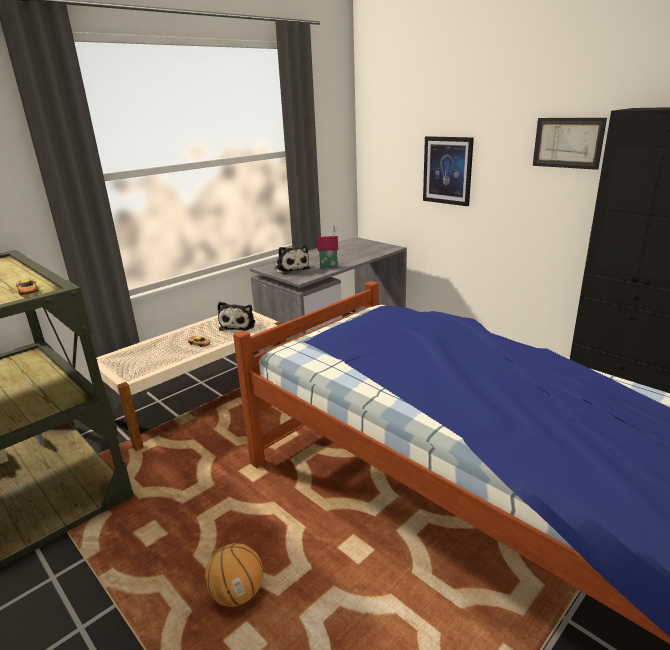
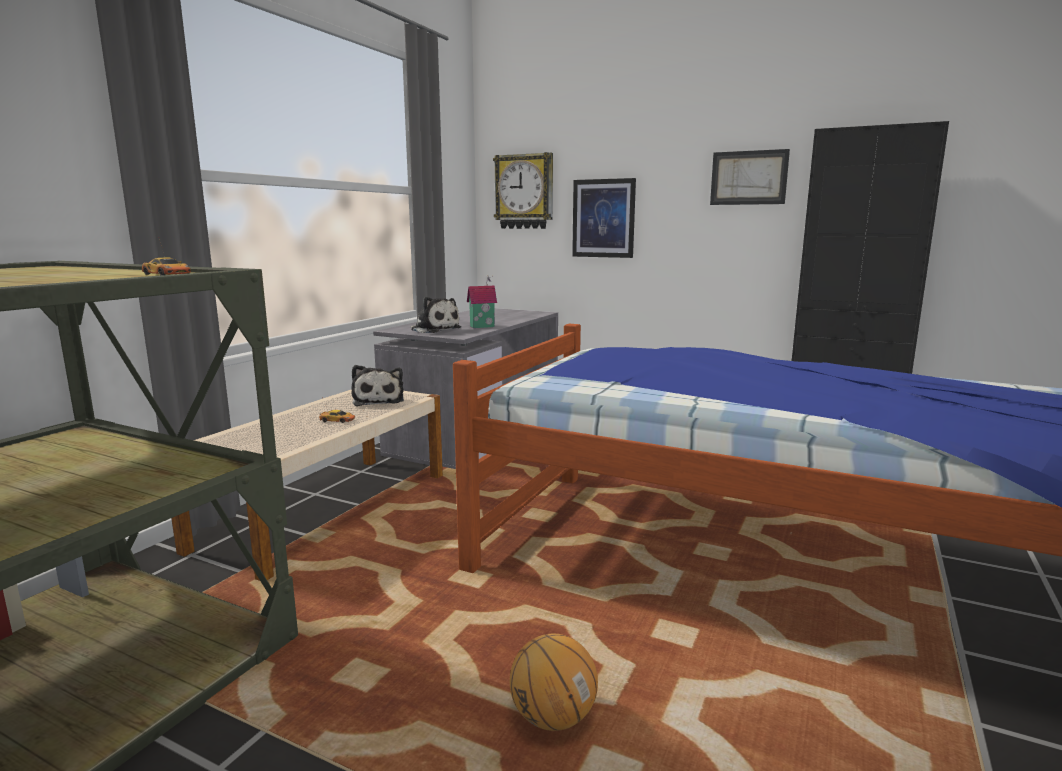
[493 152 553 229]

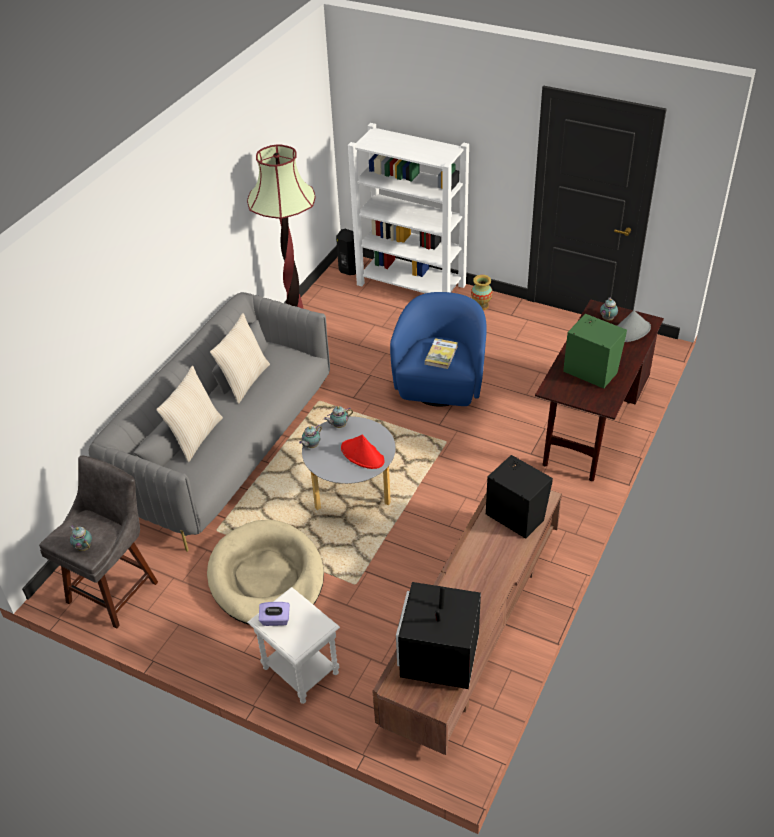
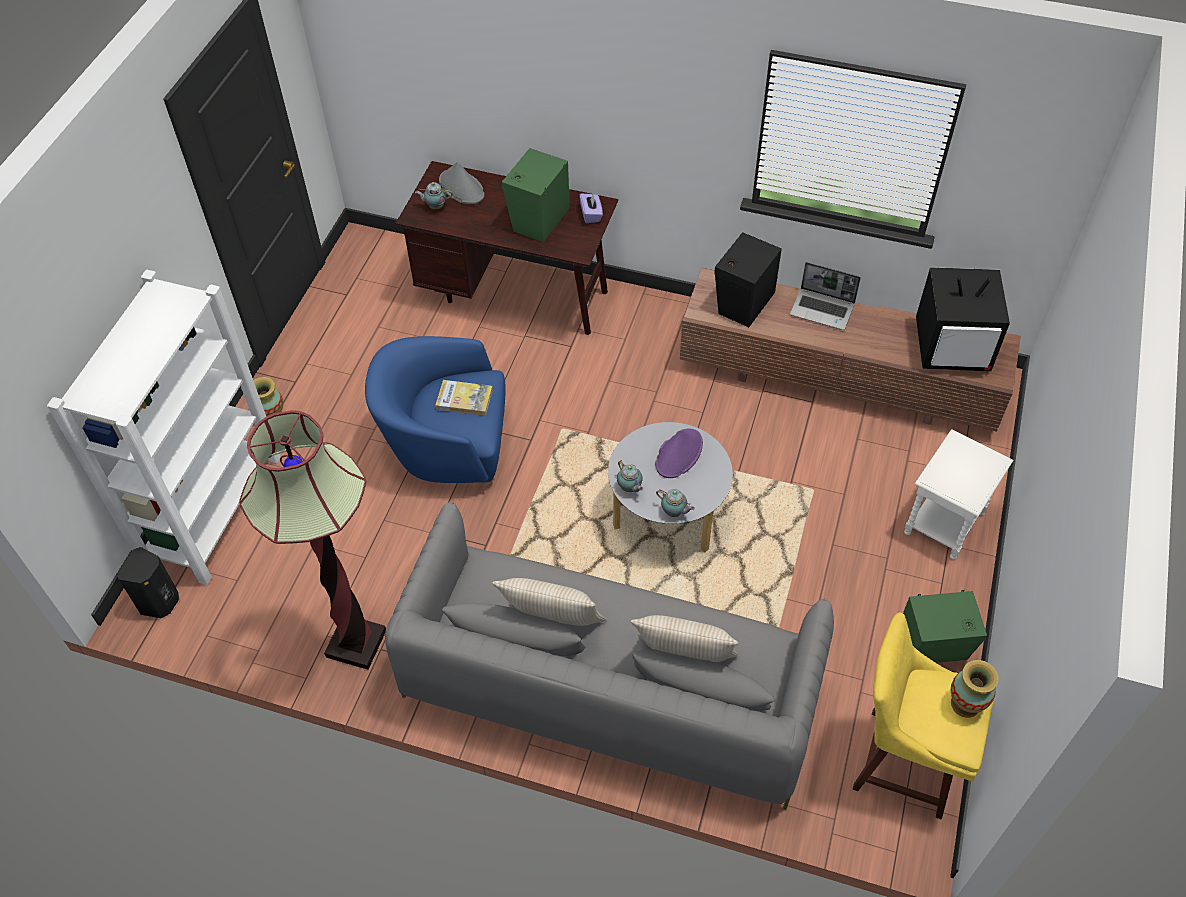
[579 192 603 223]
[655 429 703 478]
[790 262 861 330]
[853 612 996 820]
[903 590 987 663]
[951 660 999 718]
[207 520 324 625] (first image)

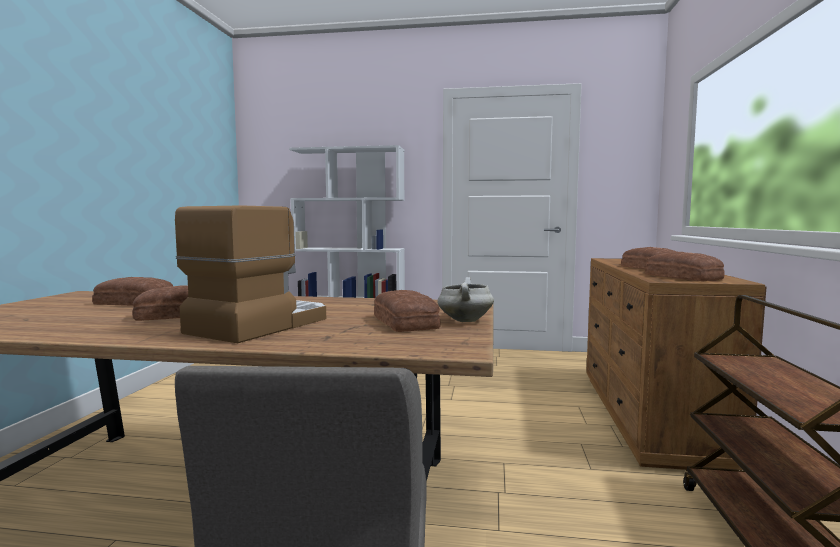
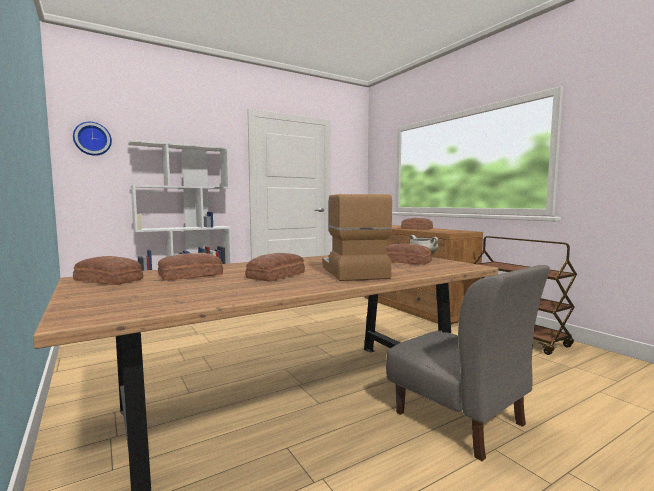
[73 122 112 156]
[73 256 143 285]

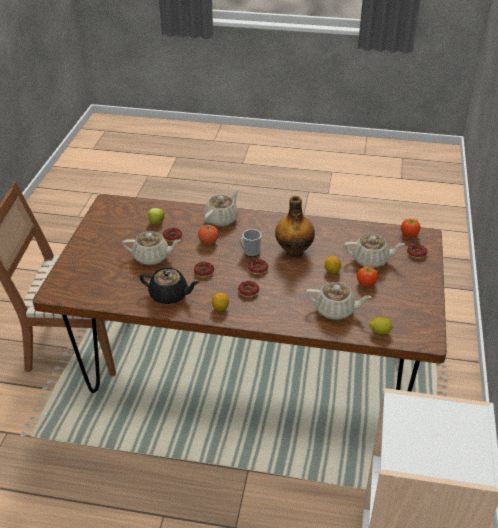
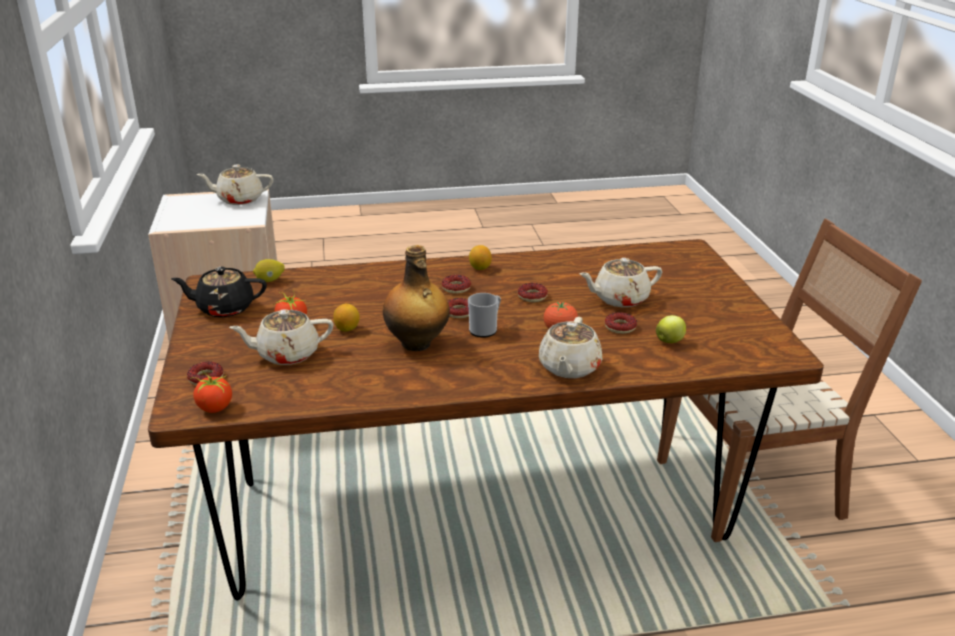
[171 267 267 317]
[197 165 274 205]

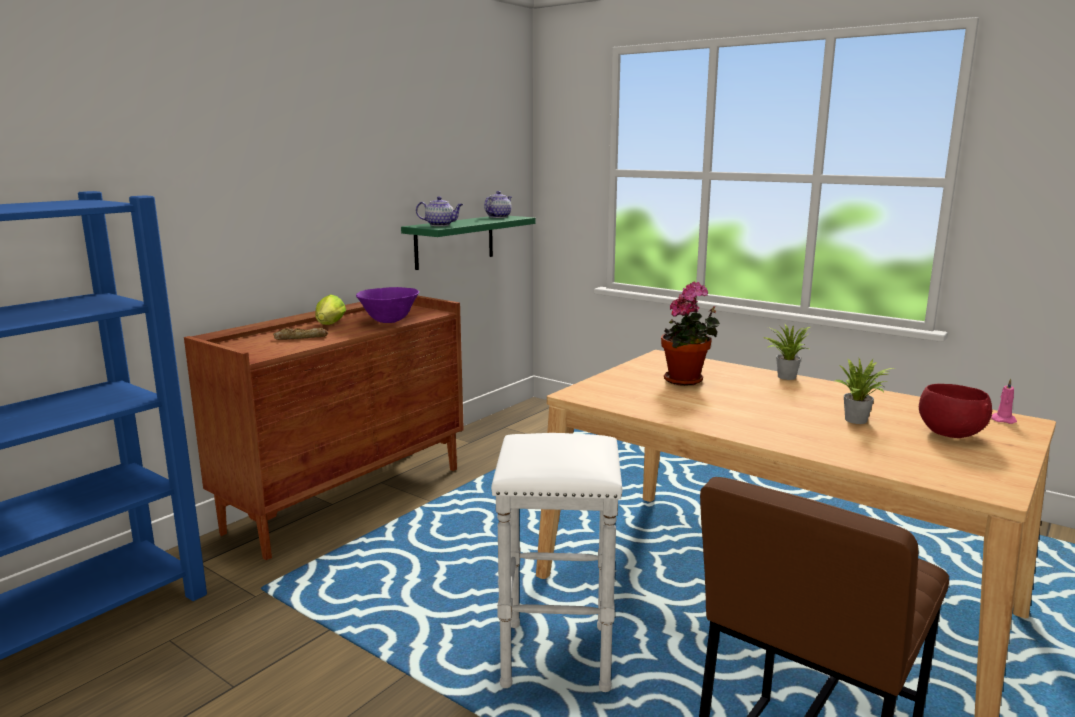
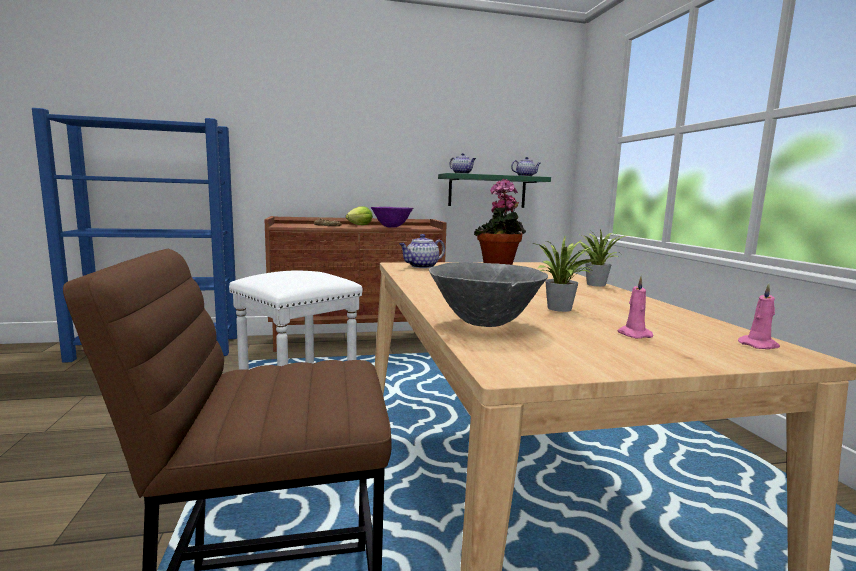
[399 234 445 268]
[429 262 548 327]
[617 276 653 339]

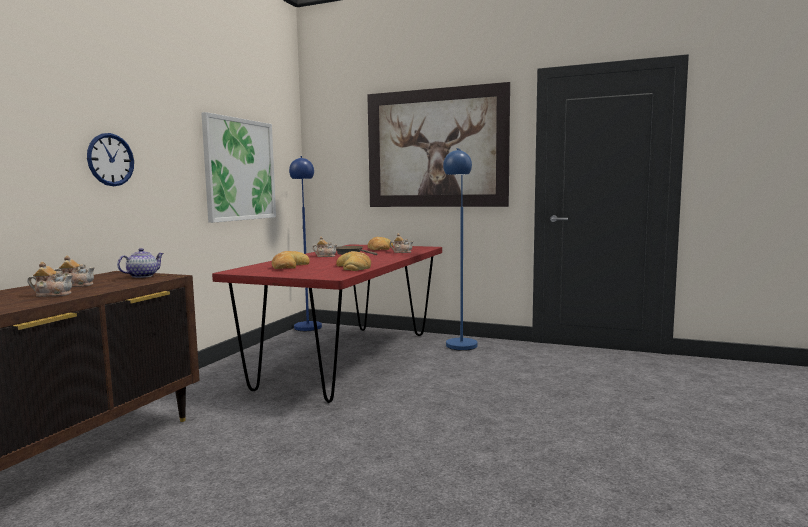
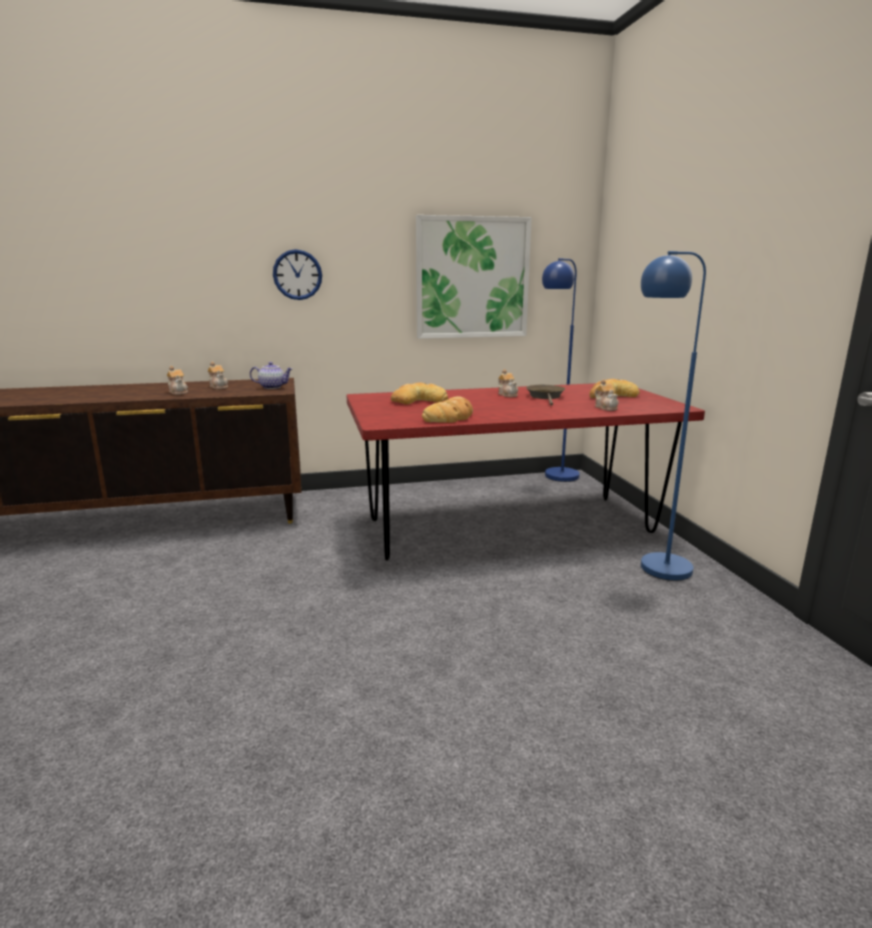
[367 82 510 207] (first image)

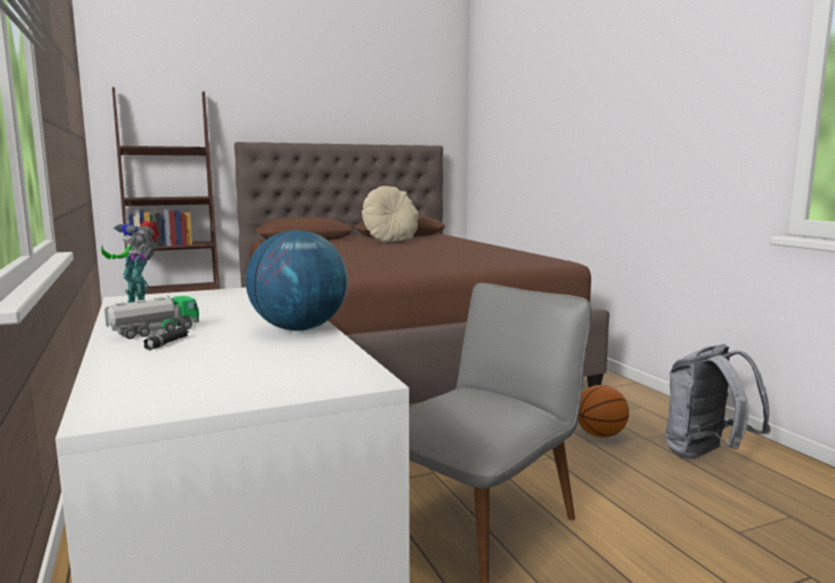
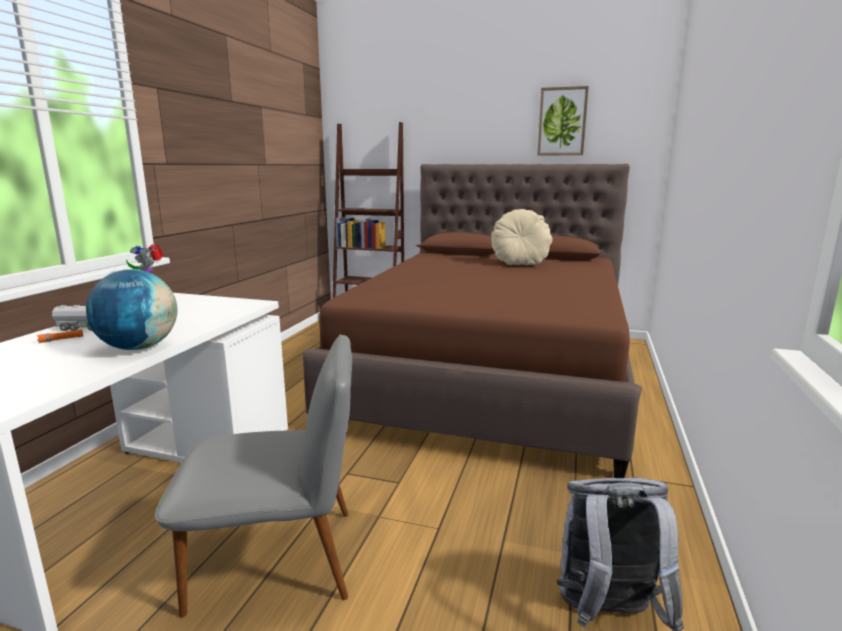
[37 329 83 343]
[538 86 589 156]
[578 385 629 437] (first image)

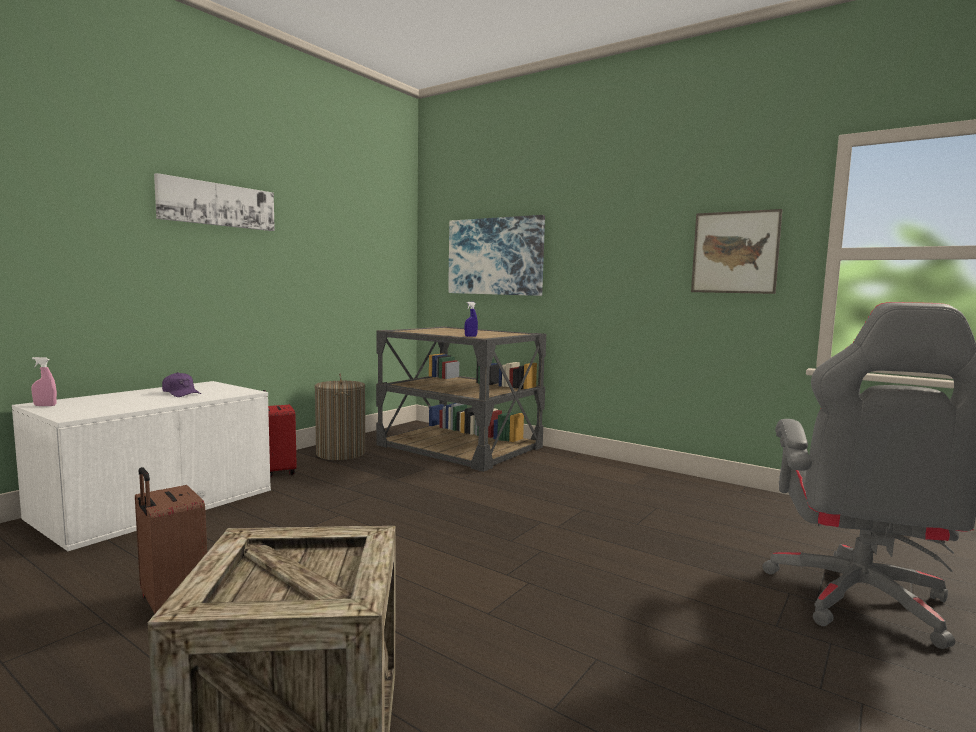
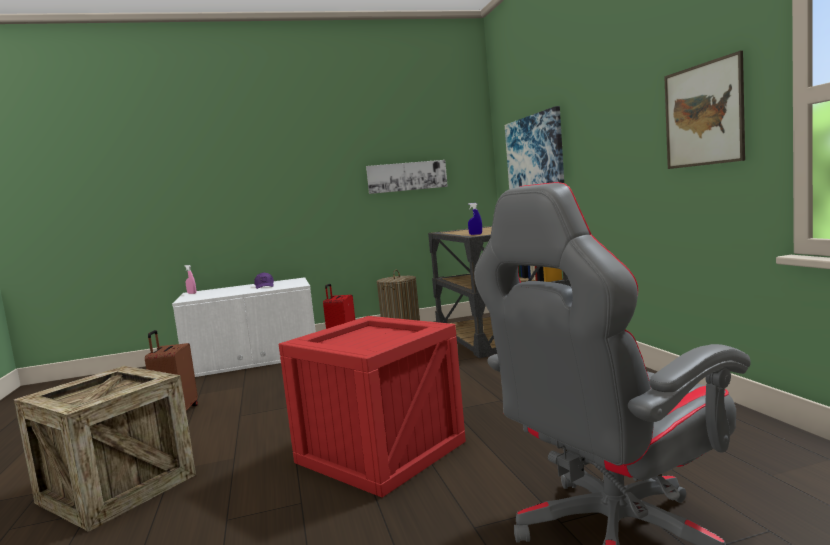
[279 316 466 497]
[366 160 448 194]

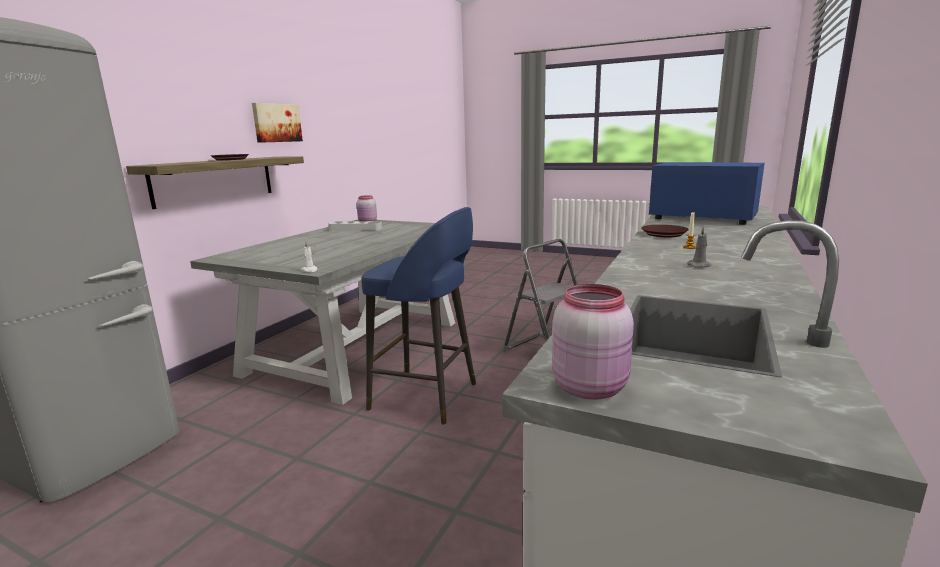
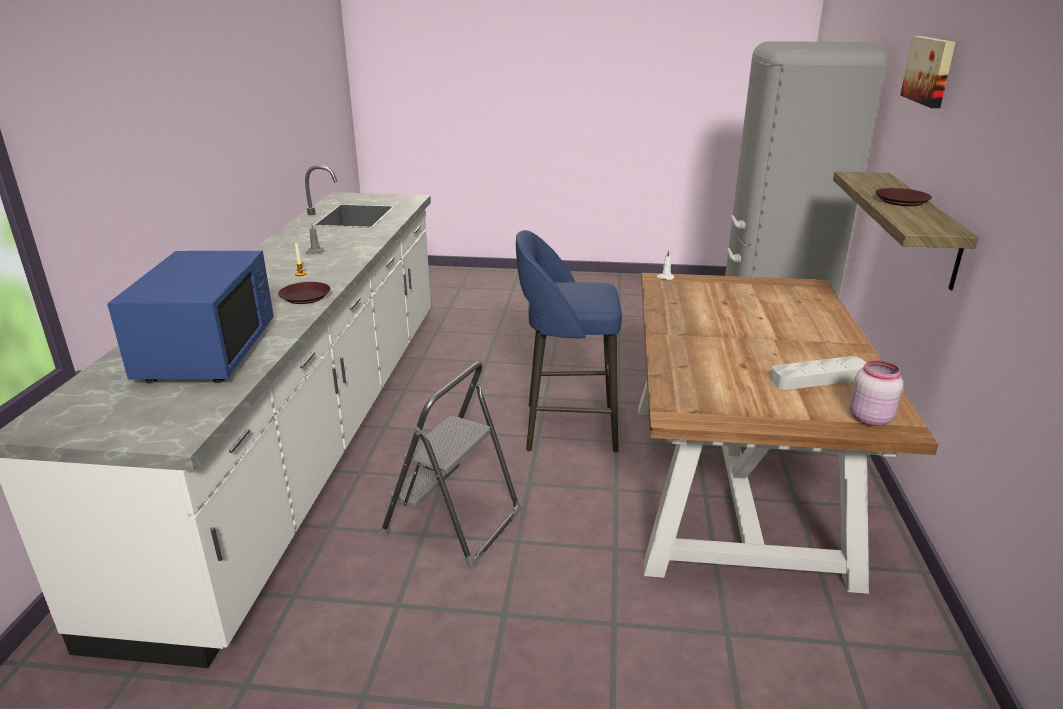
[107 251 274 383]
[638 273 938 594]
[900 36 956 108]
[552 284 634 400] (first image)

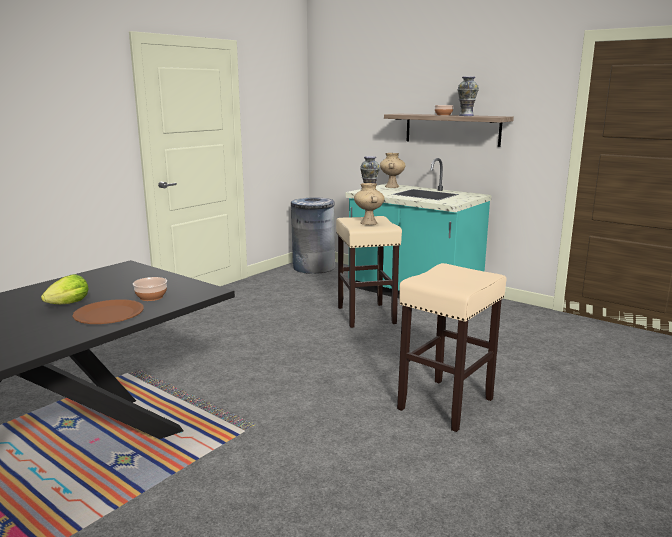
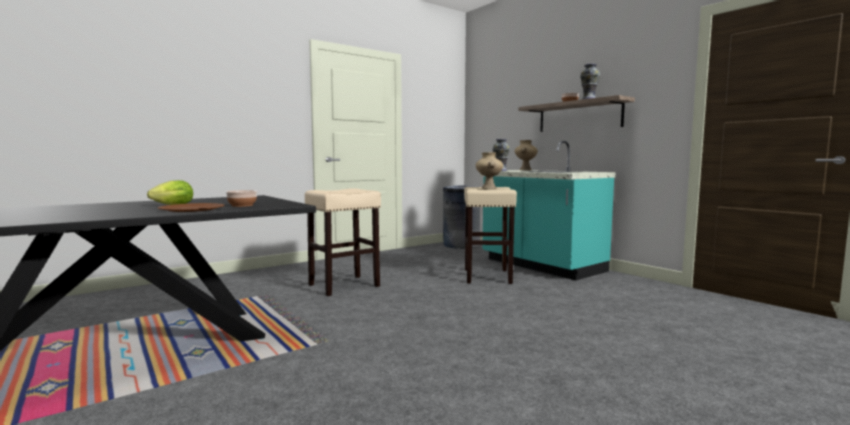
[305 188 381 296]

